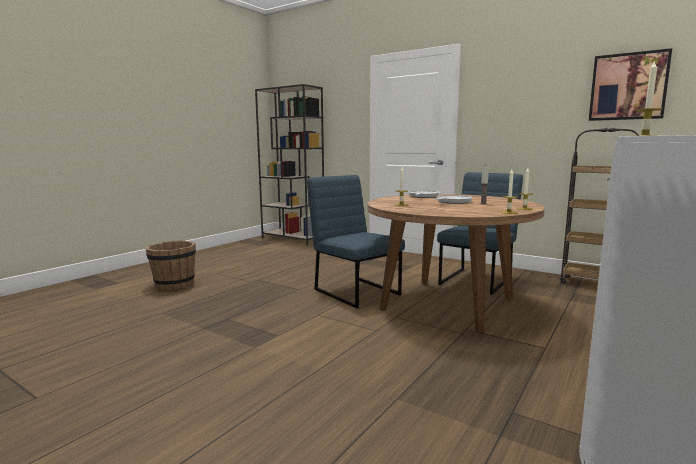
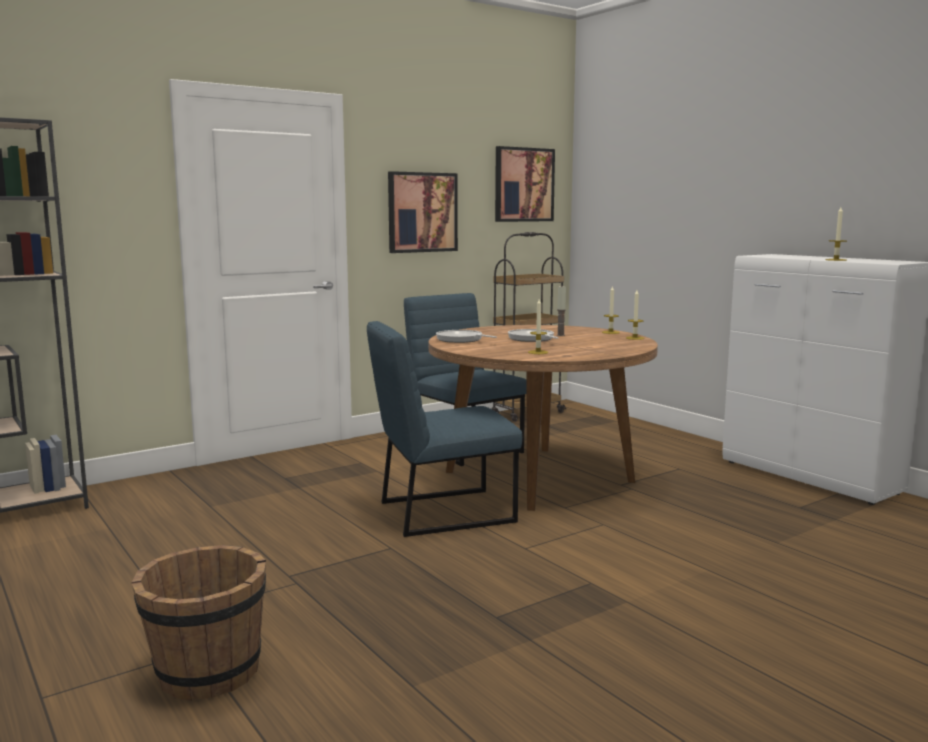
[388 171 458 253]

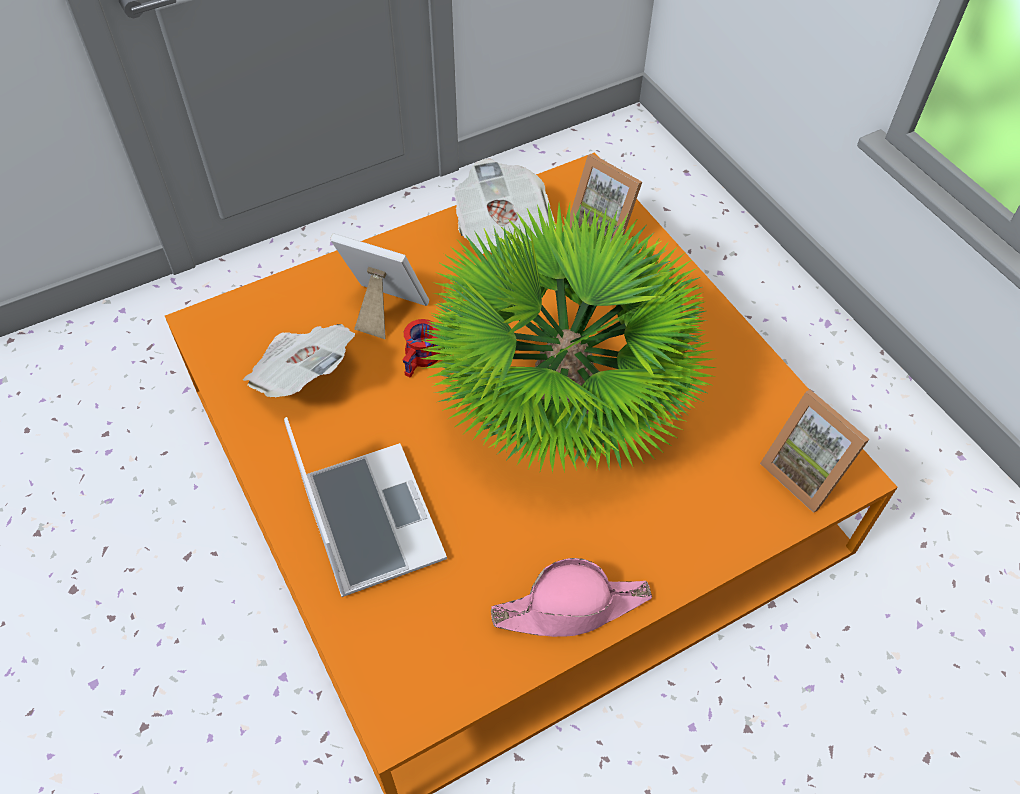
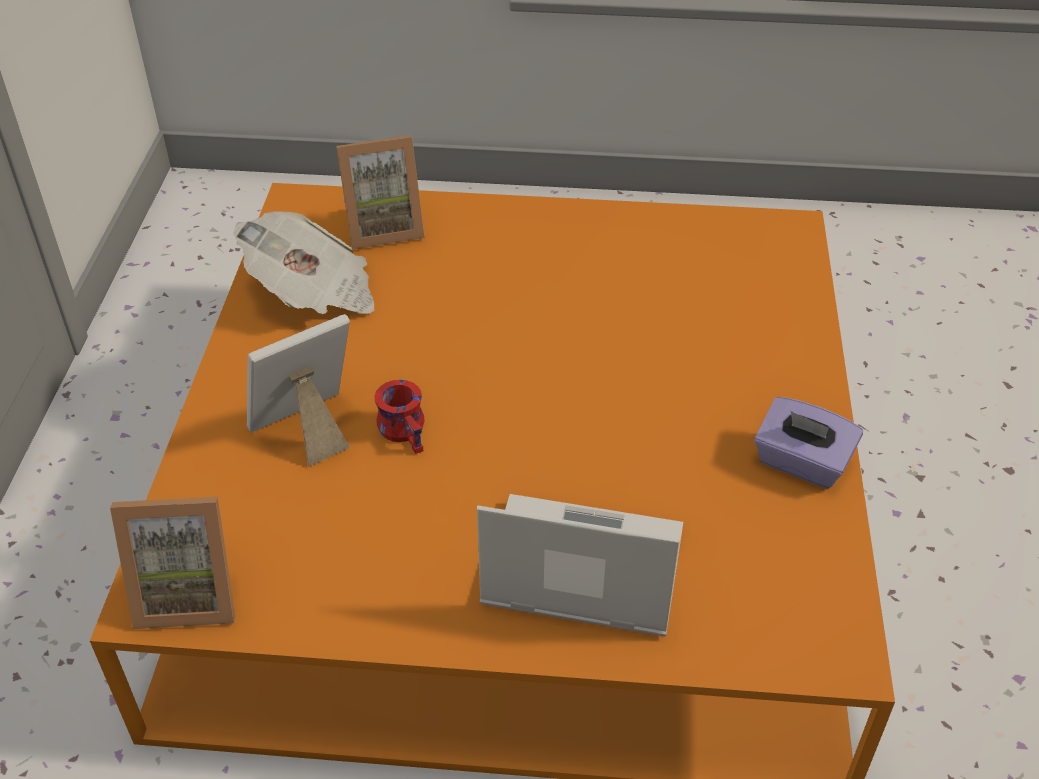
[110 497 235 629]
[754 397 863 489]
[243 324 355 397] (first image)
[419 203 716 473] (first image)

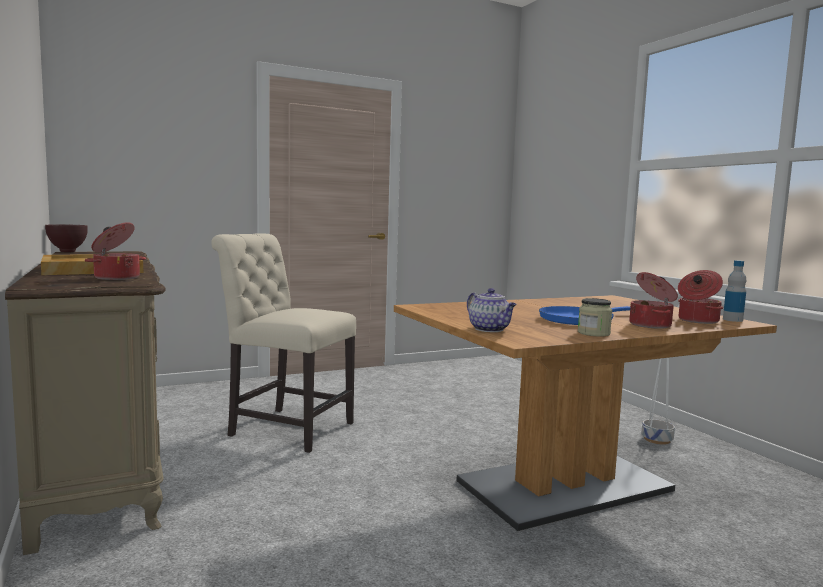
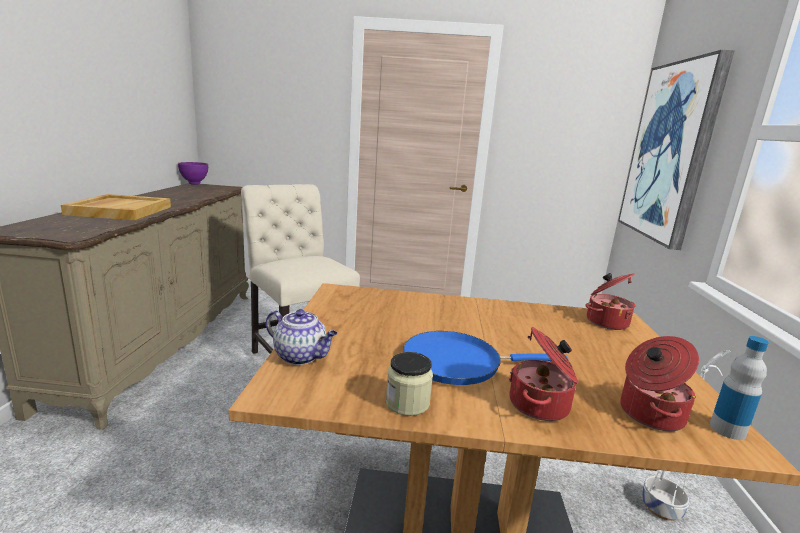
[178 162 208 185]
[266 309 337 365]
[585 273 636 330]
[618 50 735 250]

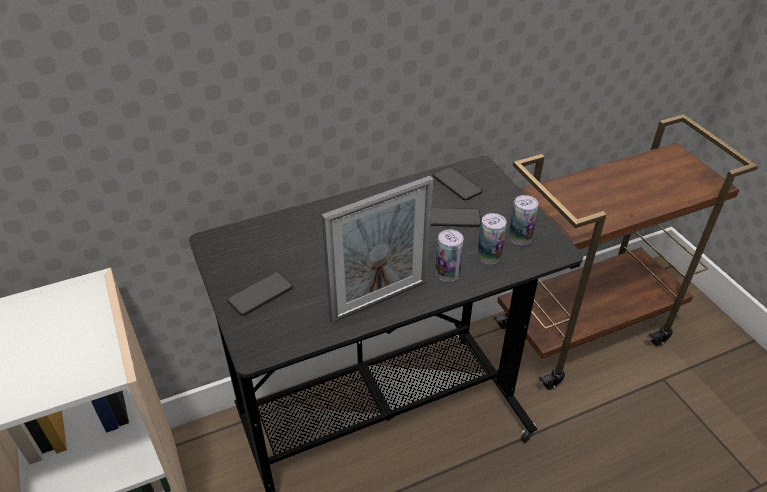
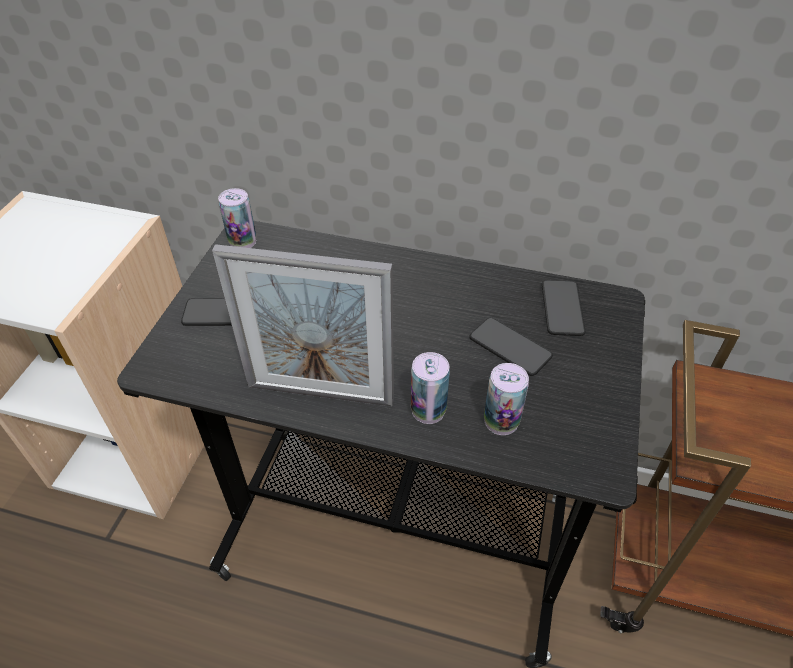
[218 188 256 248]

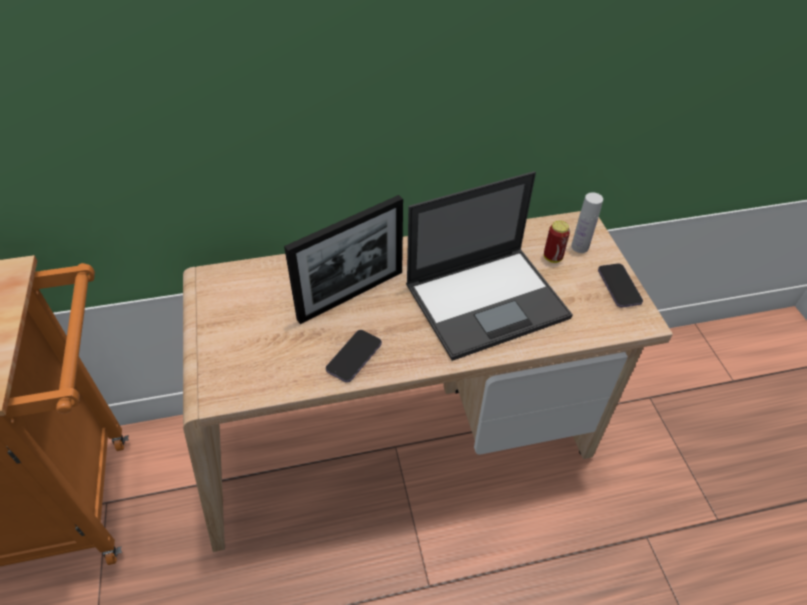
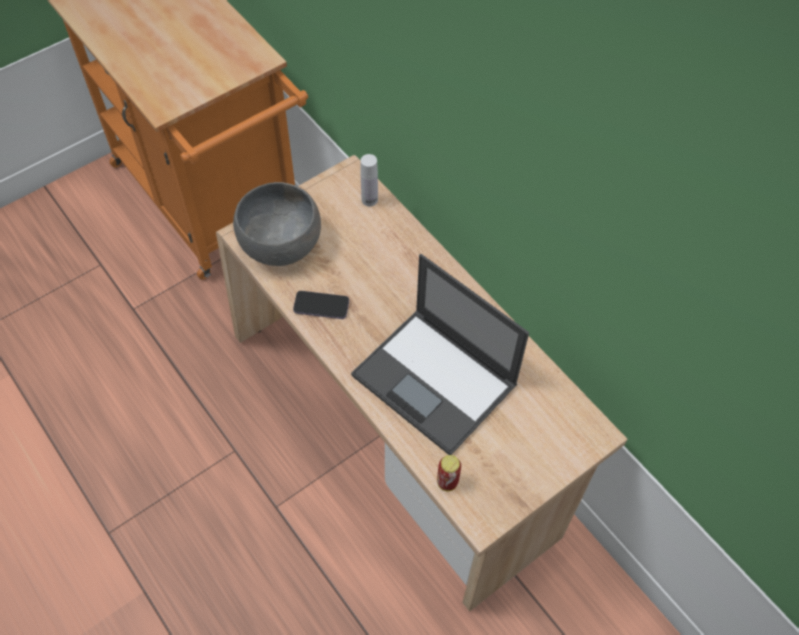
[233 182 321 266]
[361 154 378 206]
[437 455 461 491]
[284 195 403 324] (first image)
[598 264 643 308] (first image)

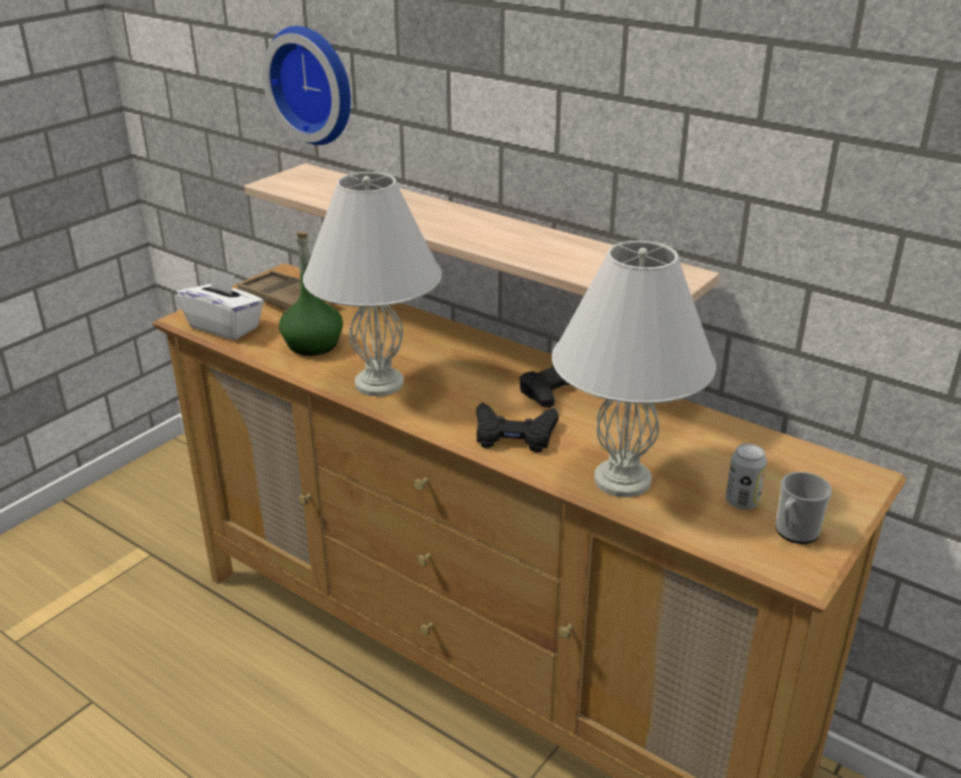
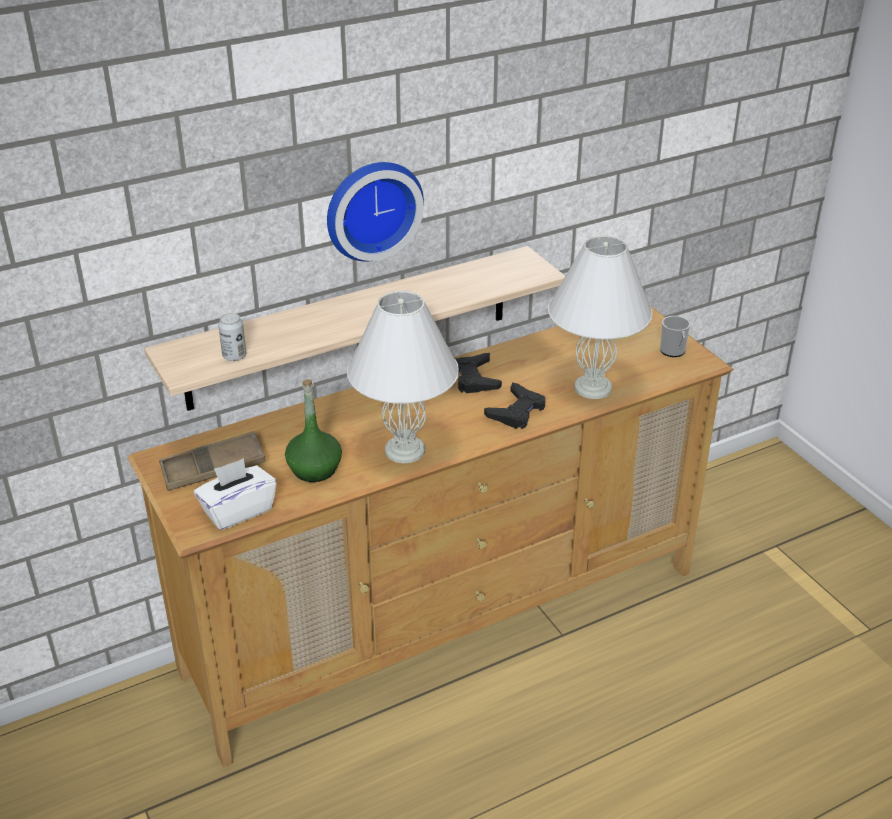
[218 313 246 361]
[327 162 424 261]

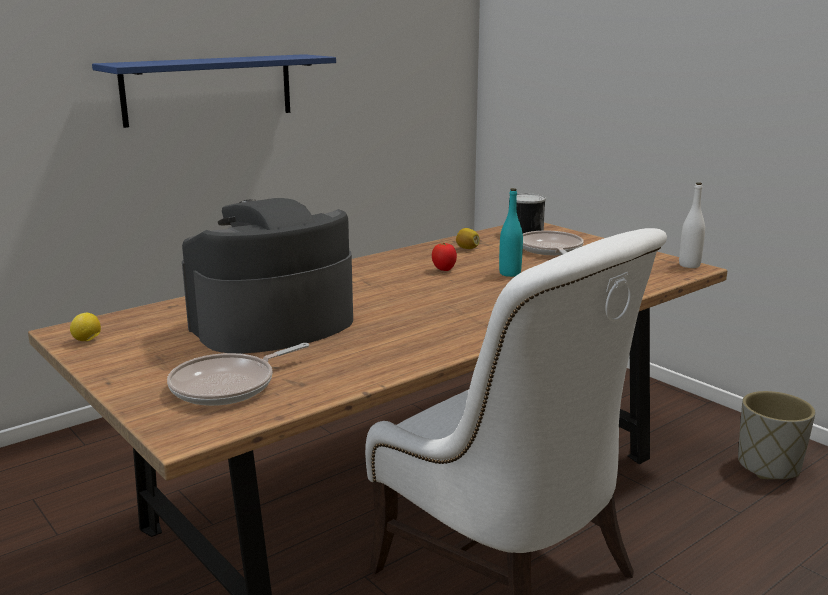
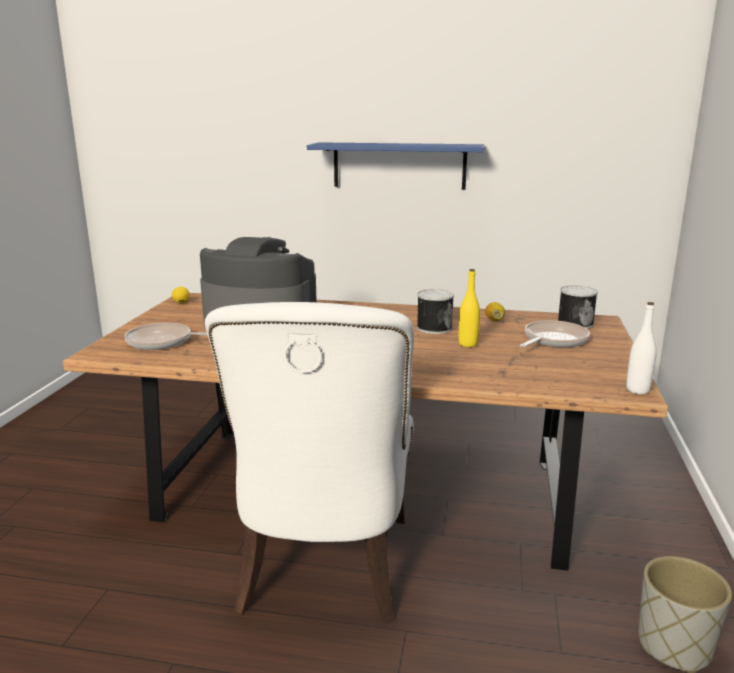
[417 289 454 334]
[459 269 480 347]

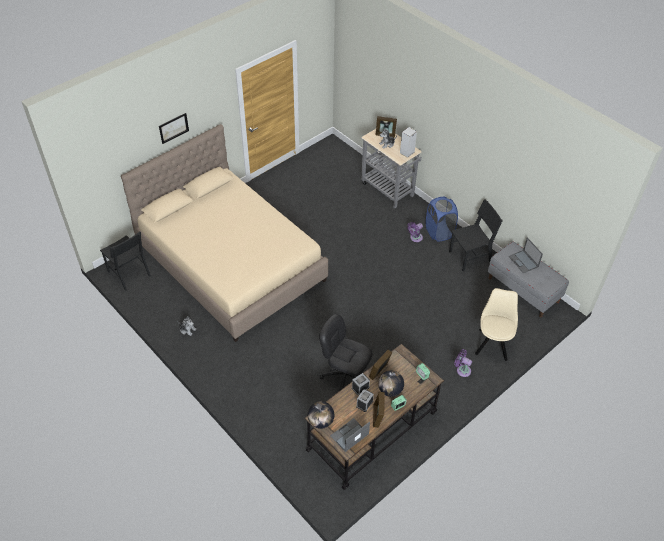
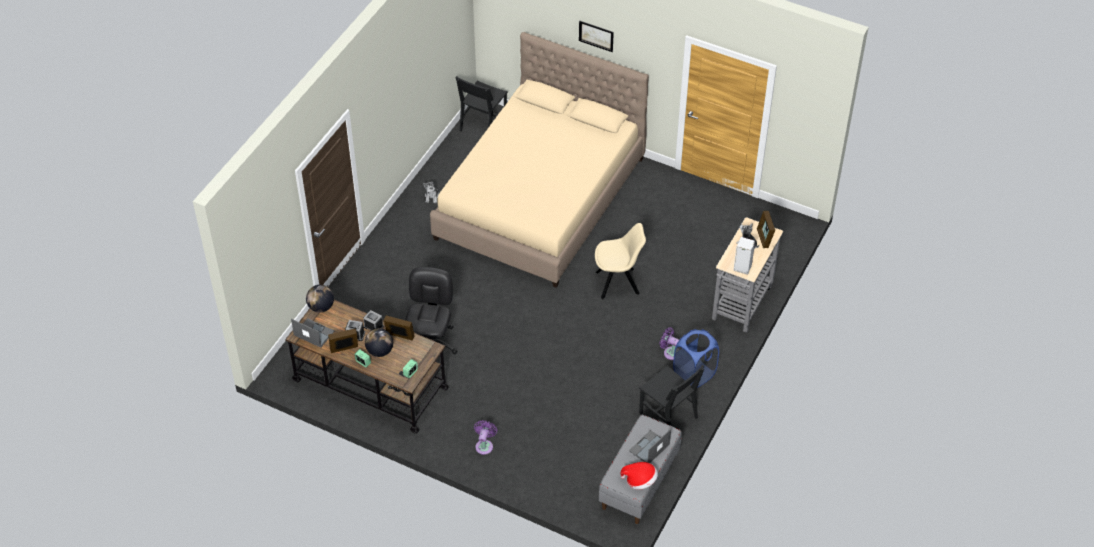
[595 223 646 299]
[620 462 658 490]

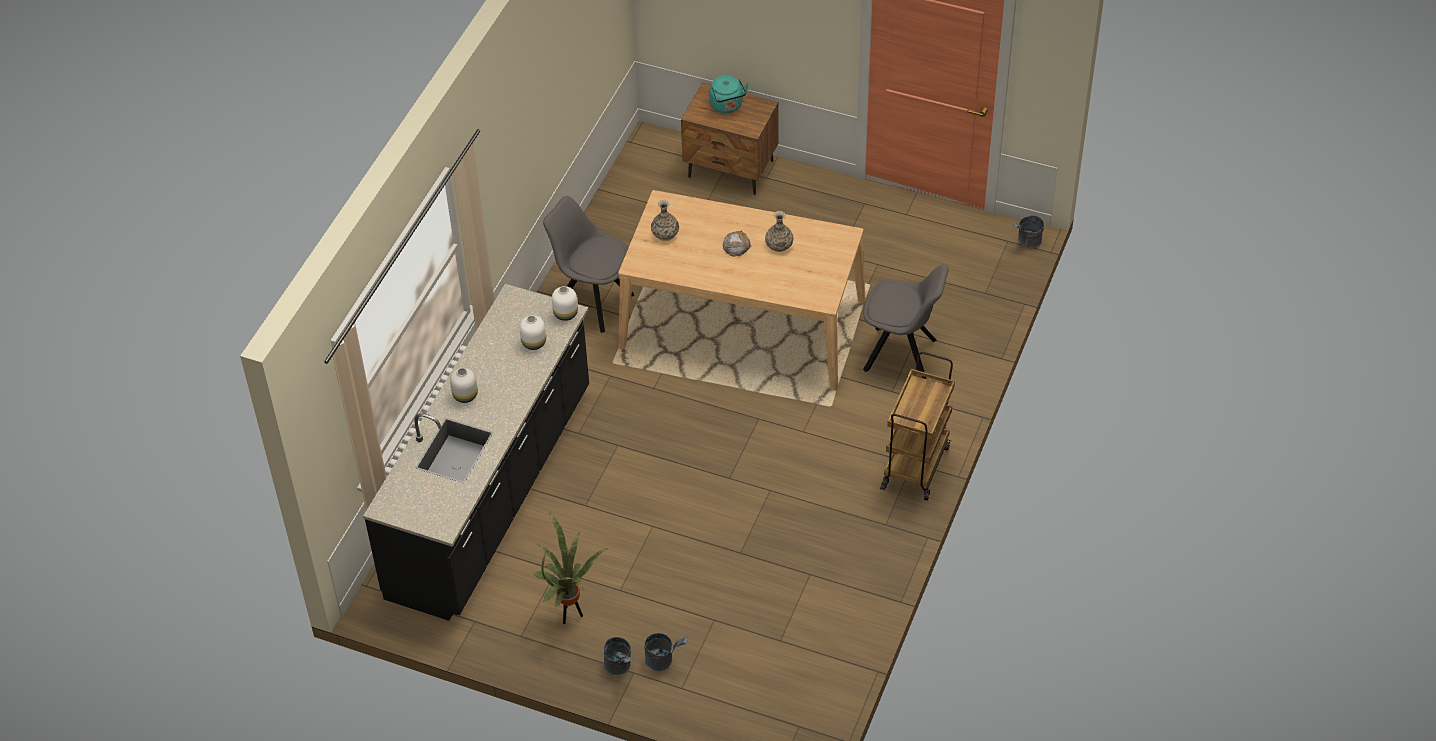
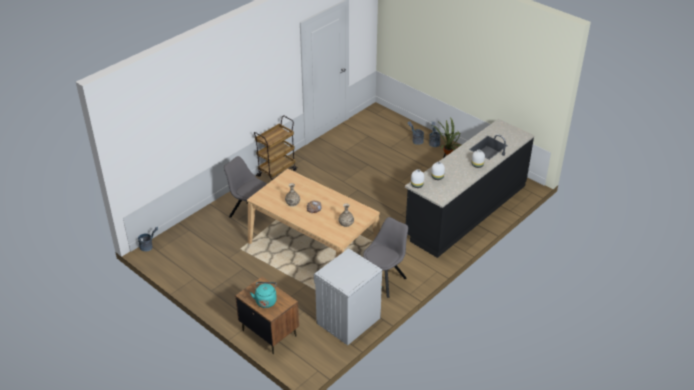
[314 248 382 345]
[363 217 408 298]

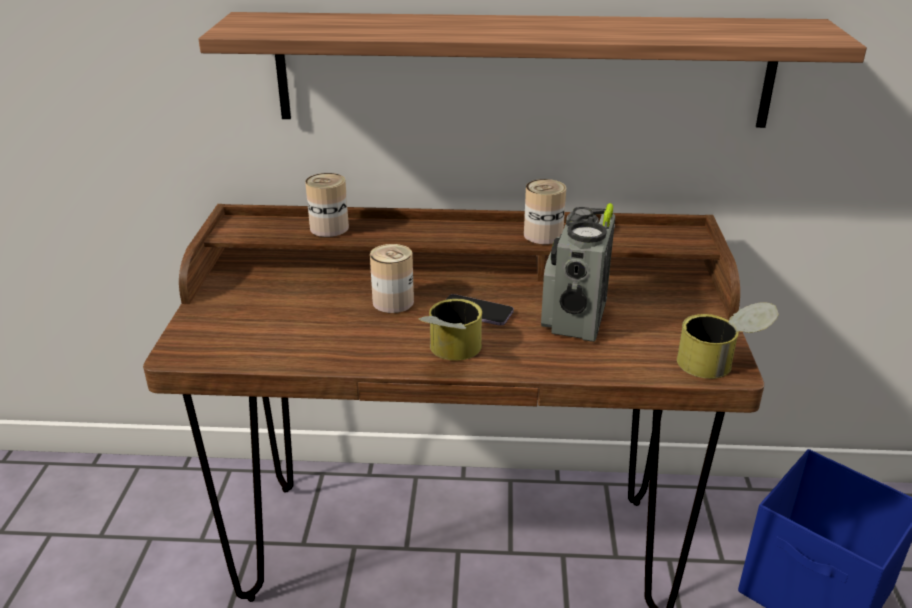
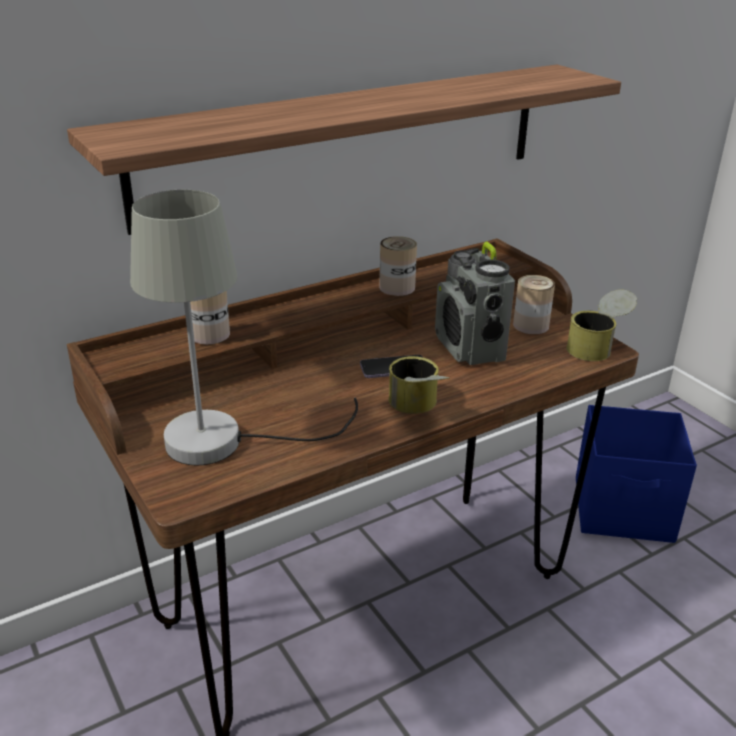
[130 190 358 466]
[513 275 555 334]

